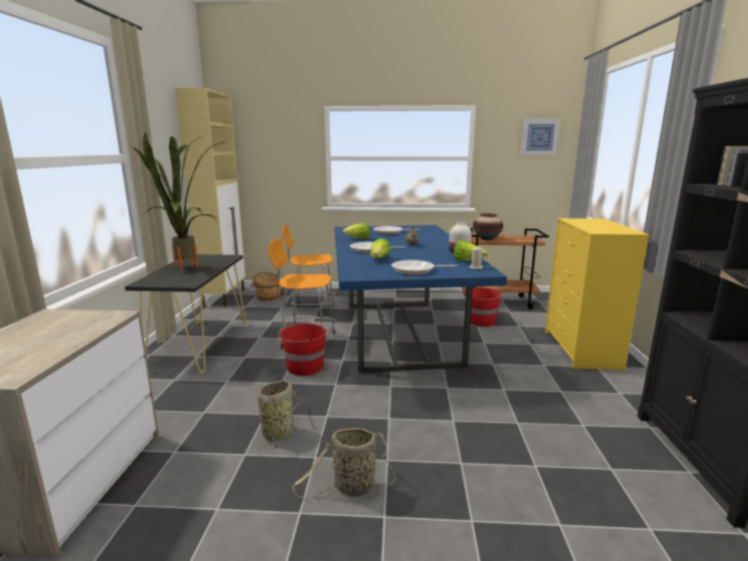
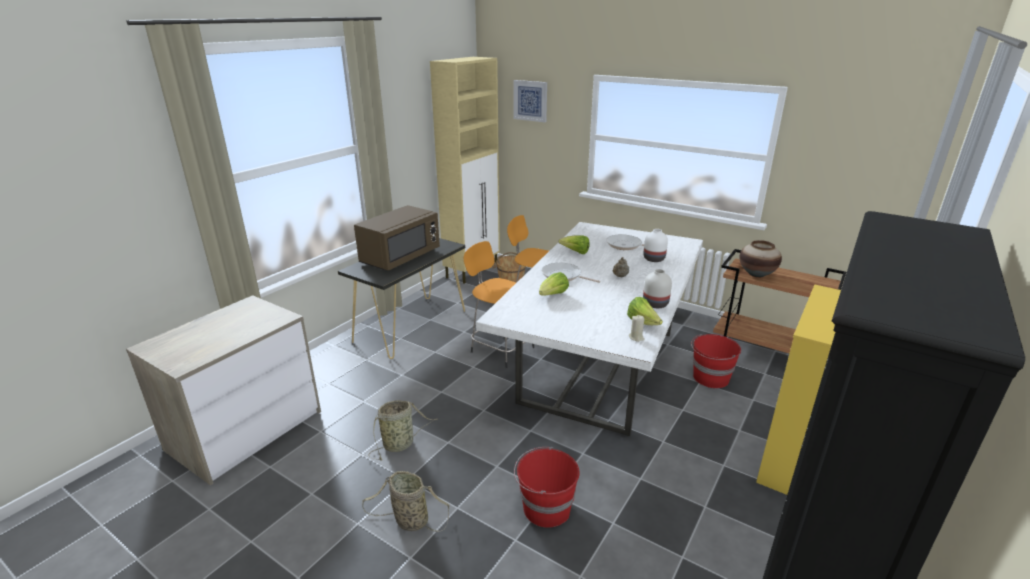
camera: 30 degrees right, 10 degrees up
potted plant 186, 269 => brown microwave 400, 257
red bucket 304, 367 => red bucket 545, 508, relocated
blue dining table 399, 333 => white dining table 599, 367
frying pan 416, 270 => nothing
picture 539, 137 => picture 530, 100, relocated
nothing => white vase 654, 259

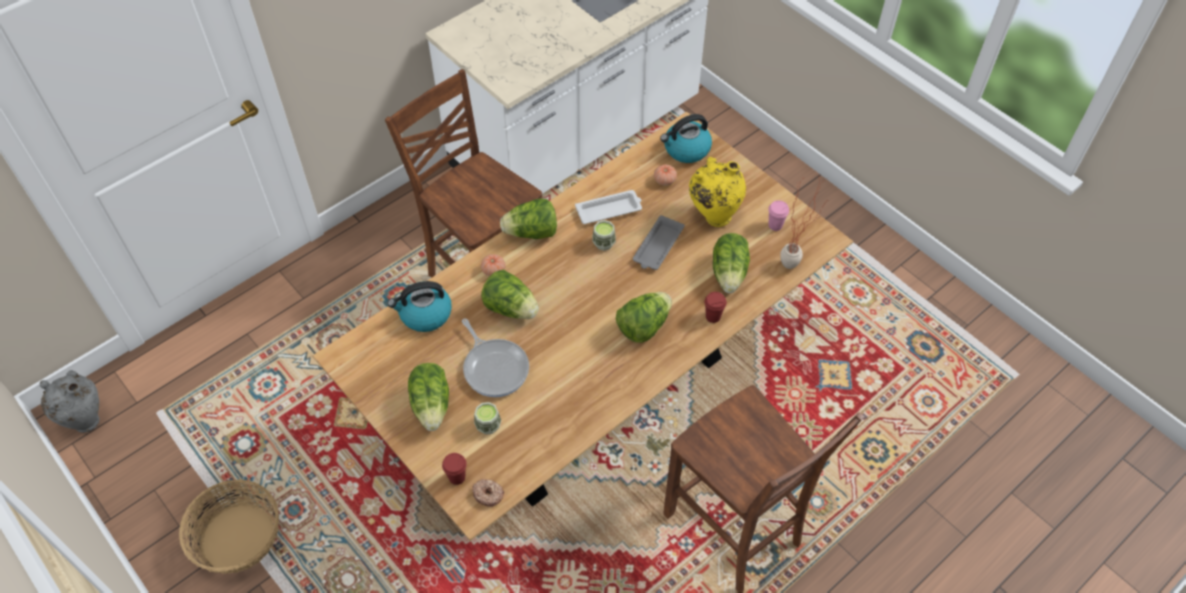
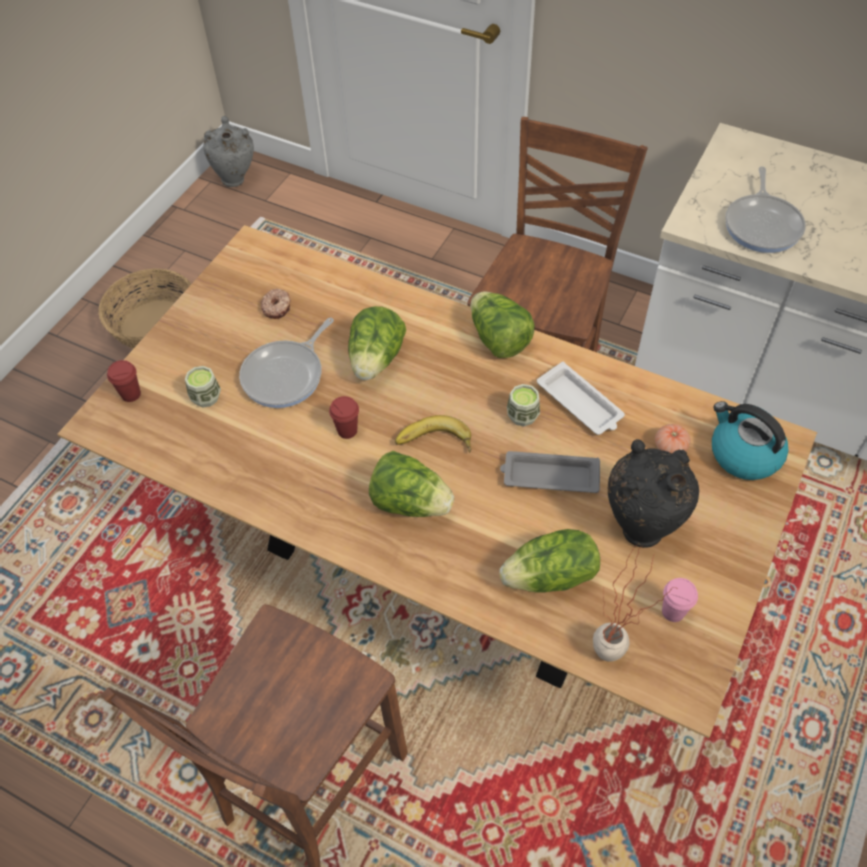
camera: 70 degrees right, 0 degrees up
kettle 425, 314 => nothing
lettuce 432, 404 => nothing
donut 488, 494 => donut 277, 307, relocated
tomato 493, 270 => nothing
yellow vase 713, 216 => black vase 641, 526
red cup 713, 316 => red cup 347, 430, relocated
nothing => banana 434, 443
nothing => frying pan 763, 225

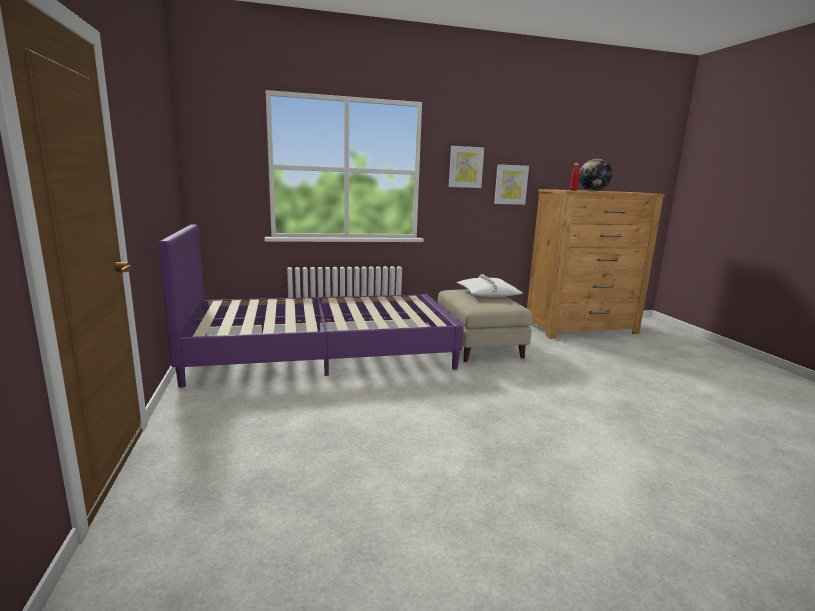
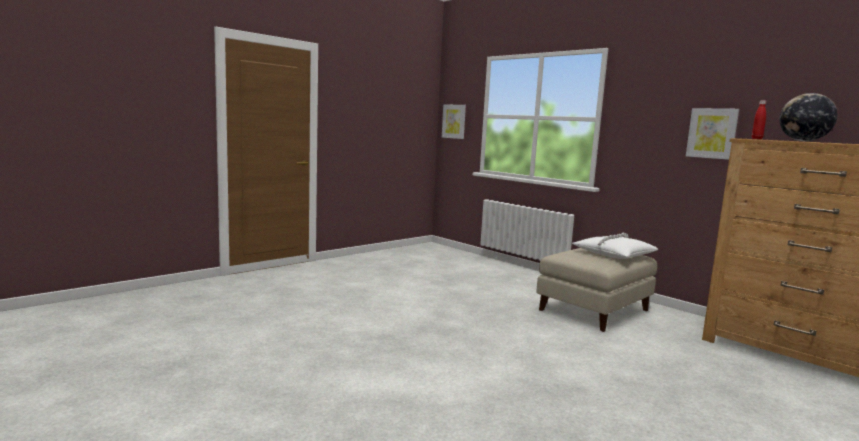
camera: 60 degrees right, 5 degrees down
purple bed 322, 354 => nothing
picture 465, 167 => picture 454, 121, relocated

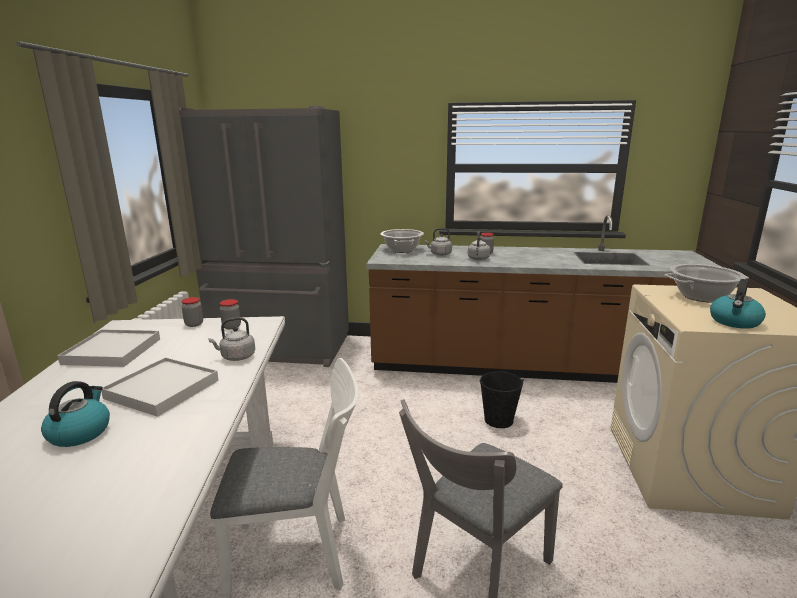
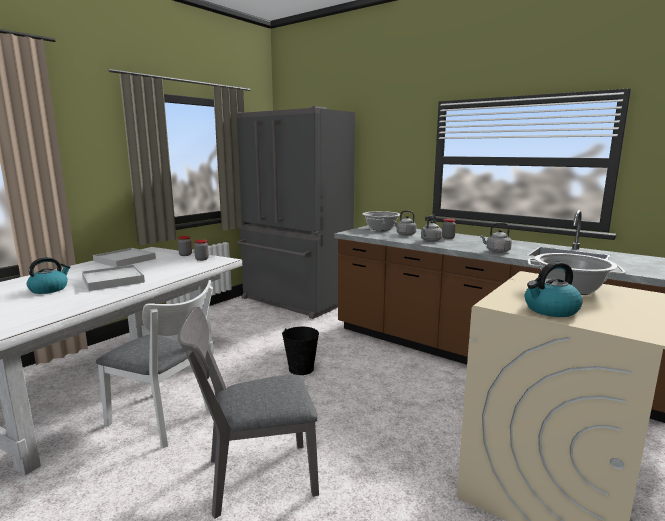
camera: 30 degrees right, 5 degrees down
grey kettle 236, 357 => grey kettle 496, 251, relocated
black bucket 498, 420 => black bucket 301, 369, relocated

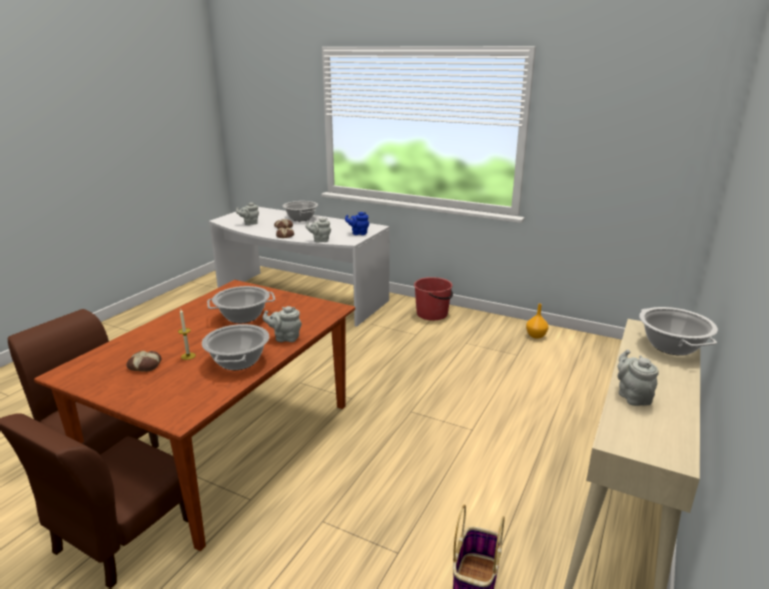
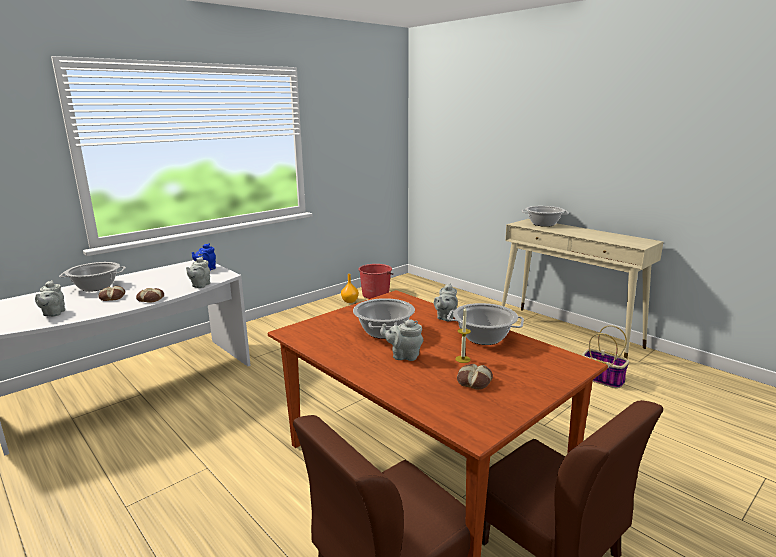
camera: 70 degrees left, 5 degrees down
red bucket 432, 314 => red bucket 376, 294, relocated
grey teapot 632, 396 => grey teapot 403, 356, relocated

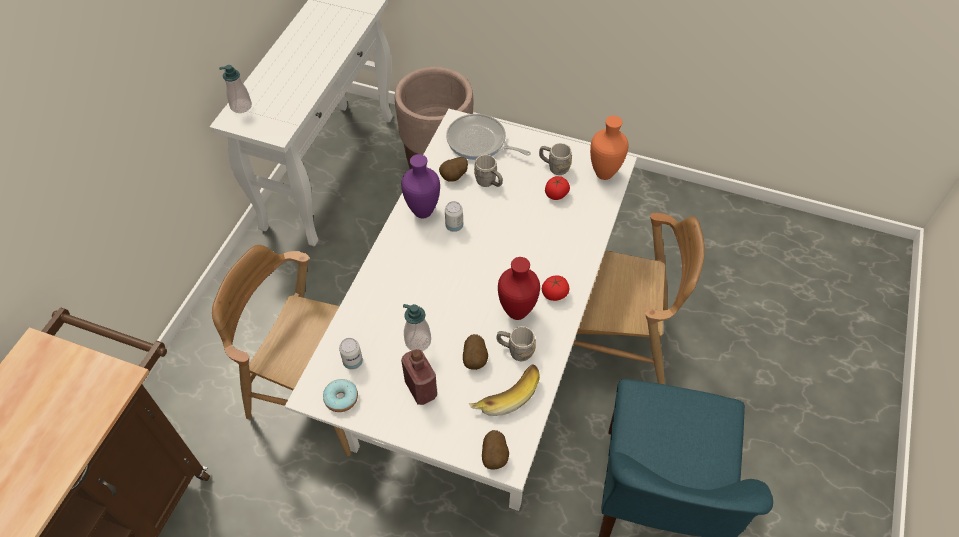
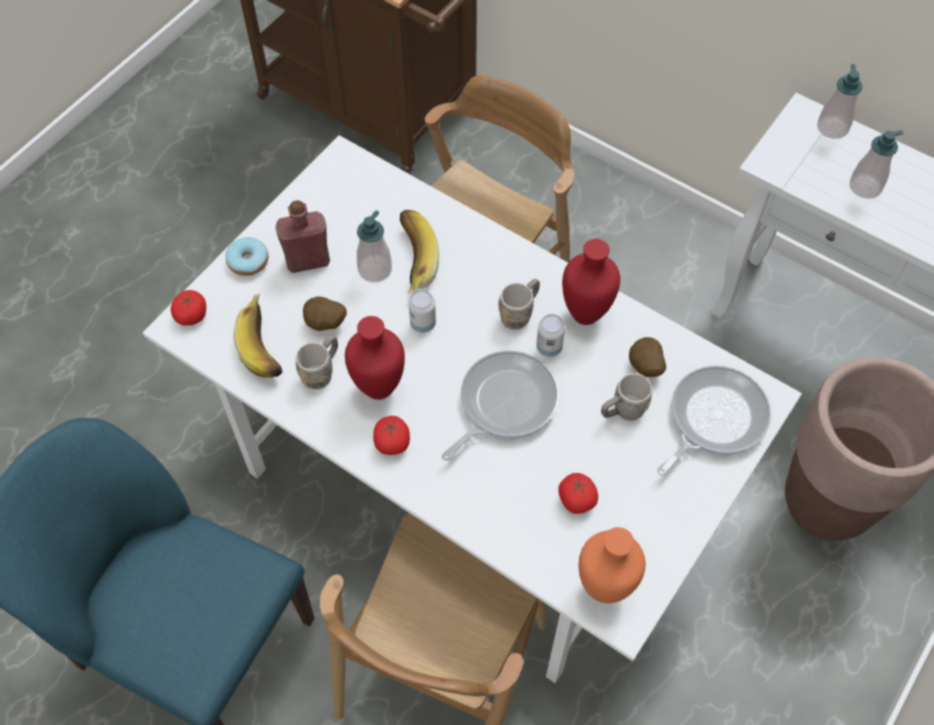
camera: 105 degrees right, 5 degrees up
donut 341, 398 => donut 248, 261, relocated
can 353, 362 => can 423, 323, relocated
purple vase 424, 212 => red vase 584, 316
potato 495, 456 => tomato 191, 315
grey mug 554, 167 => grey mug 520, 313, relocated
nothing => banana 410, 260
nothing => frying pan 504, 403
nothing => soap dispenser 865, 187

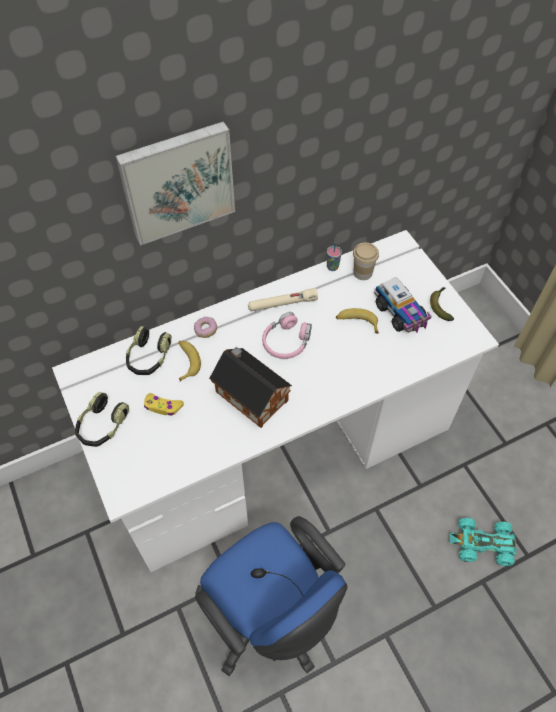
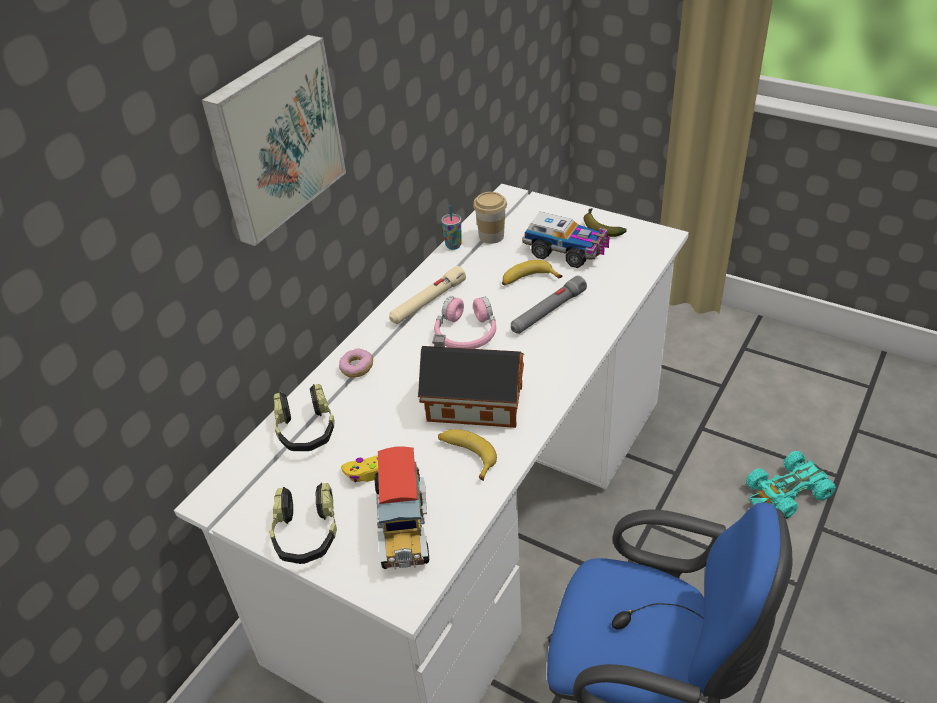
camera: 30 degrees left, 15 degrees down
banana 186, 361 => banana 466, 455, relocated
nothing => toy truck 403, 530
nothing => grey flashlight 548, 312

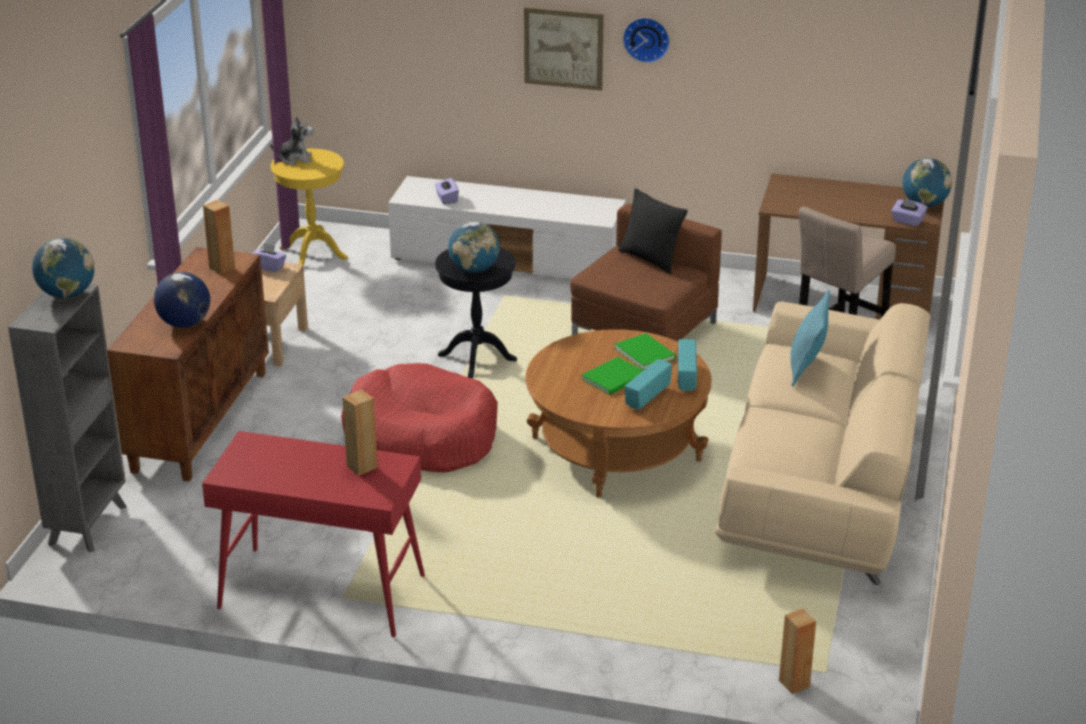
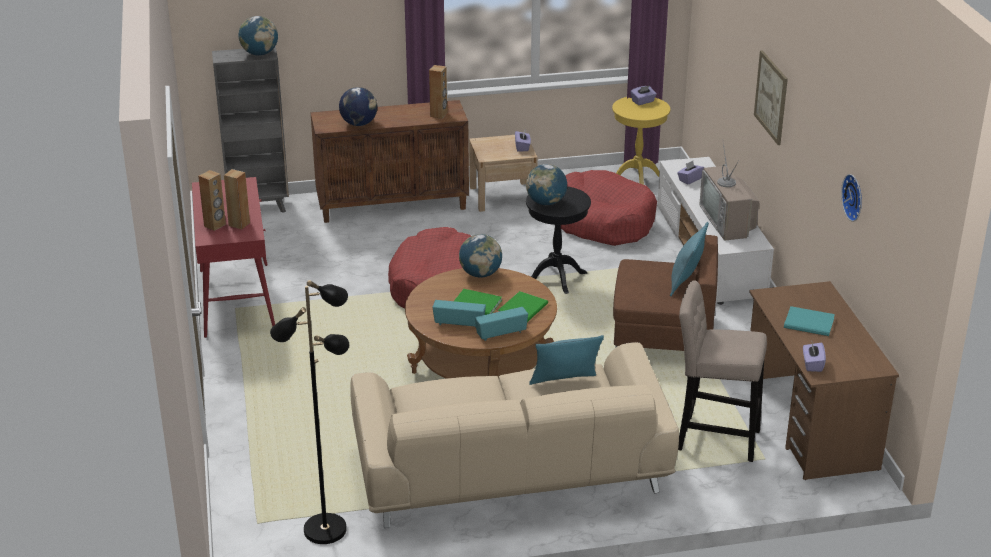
camera: 65 degrees right, 0 degrees up
plush toy 295, 159 => purple tissue box 643, 101
black pillow 650, 259 => turquoise pillow 686, 282
wall clock 647, 38 => wall clock 855, 197, relocated
brown speaker 794, 683 => brown speaker 215, 225, relocated
globe 924, 204 => globe 480, 274, relocated
nothing => black floor lamp 325, 529
nothing => red dog bed 601, 221
nothing => television 728, 221
nothing => turquoise book 810, 324

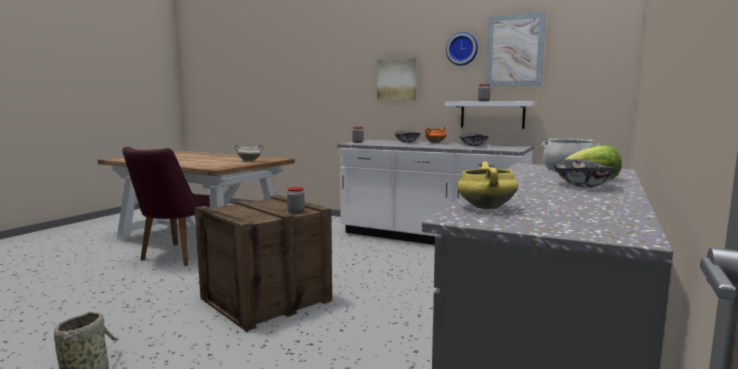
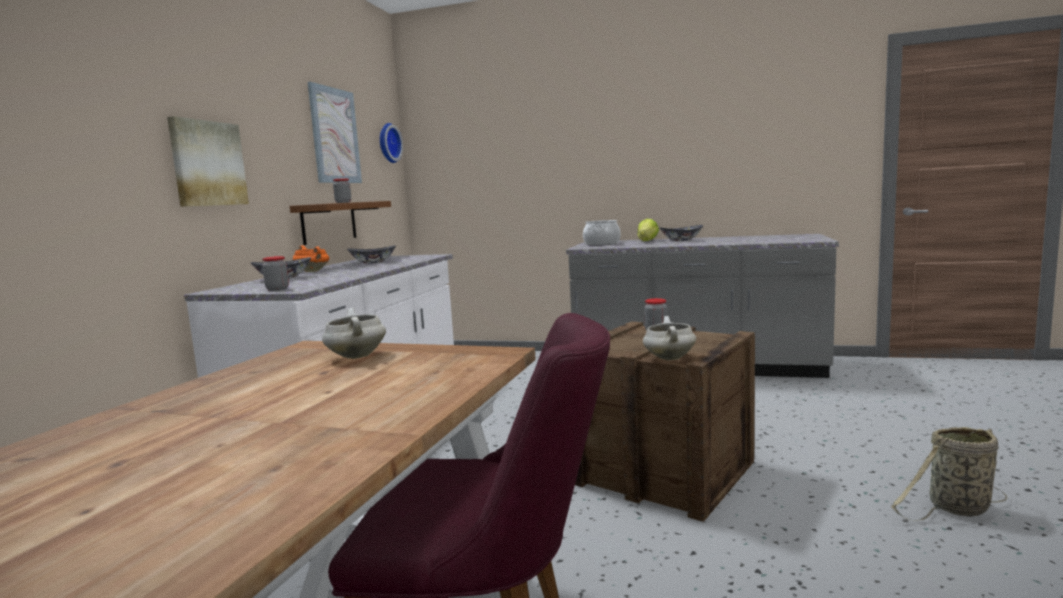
camera: 100 degrees left, 0 degrees up
white shelf 492, 114 => brown shelf 329, 222
wall clock 462, 49 => wall clock 388, 143, relocated
yellow cooking pot 485, 207 => nothing
nothing => white cooking pot 668, 358

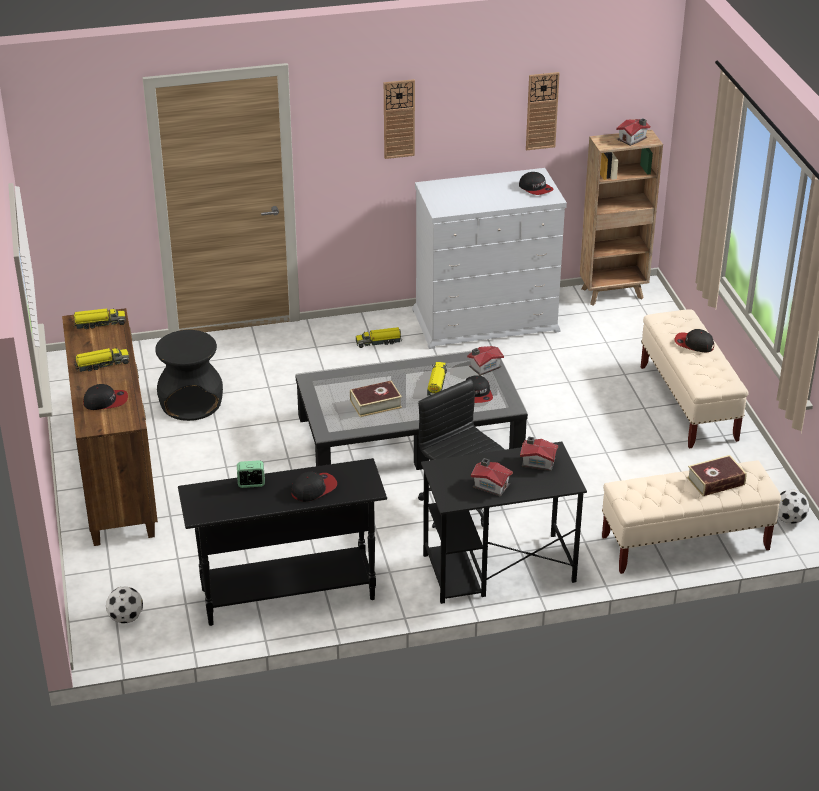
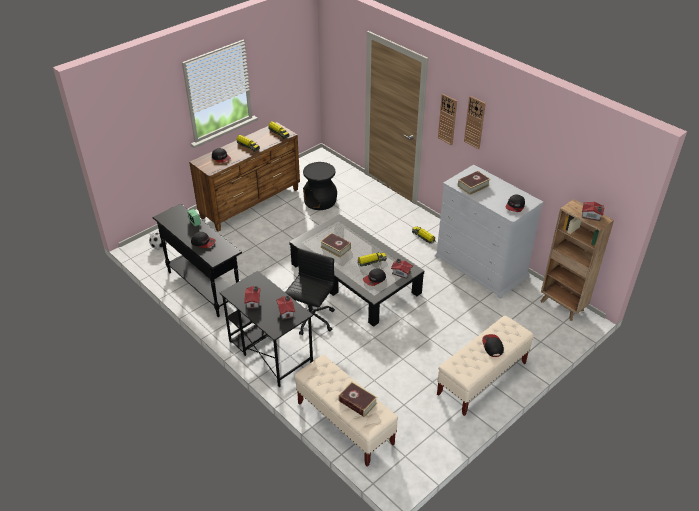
camera: 60 degrees right, 5 degrees up
wall clock 542, 111 => wall clock 447, 119, relocated
football 789, 519 => nothing
nothing => book 473, 186

